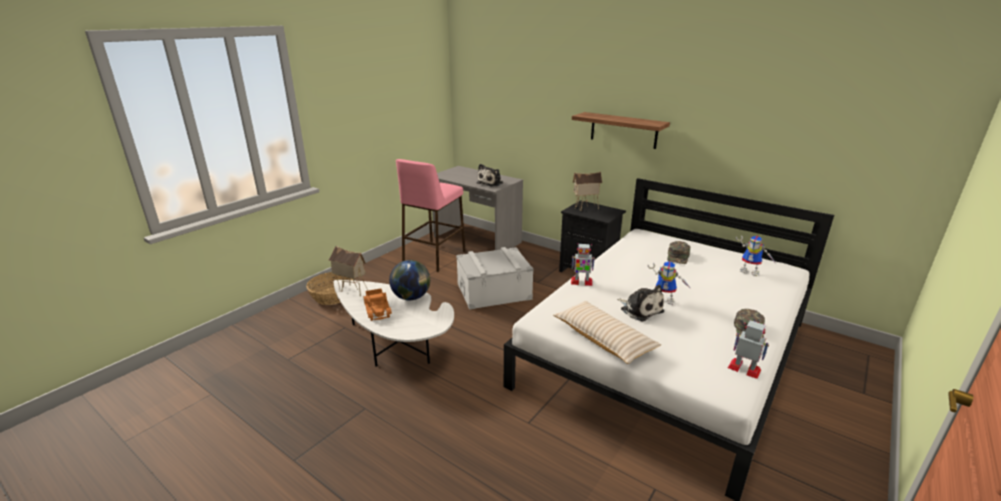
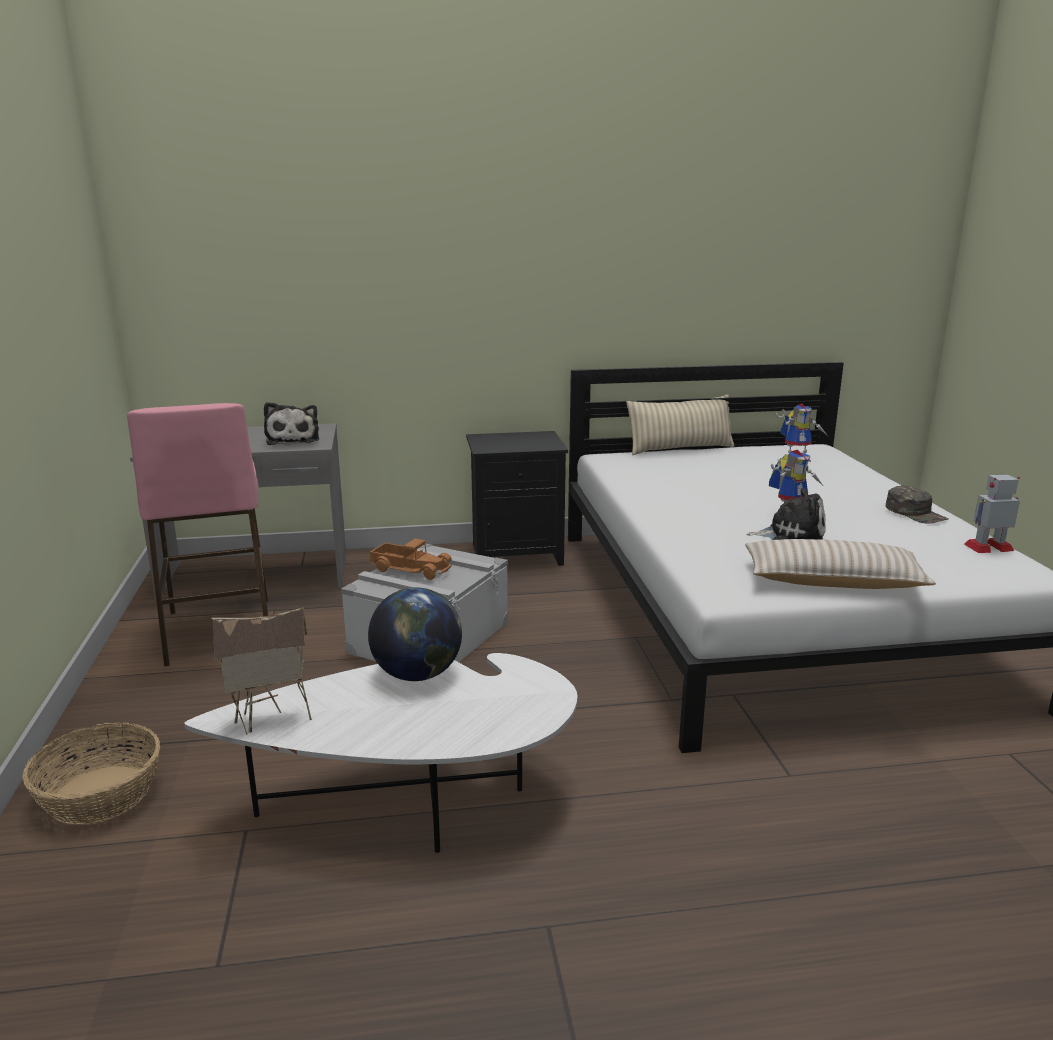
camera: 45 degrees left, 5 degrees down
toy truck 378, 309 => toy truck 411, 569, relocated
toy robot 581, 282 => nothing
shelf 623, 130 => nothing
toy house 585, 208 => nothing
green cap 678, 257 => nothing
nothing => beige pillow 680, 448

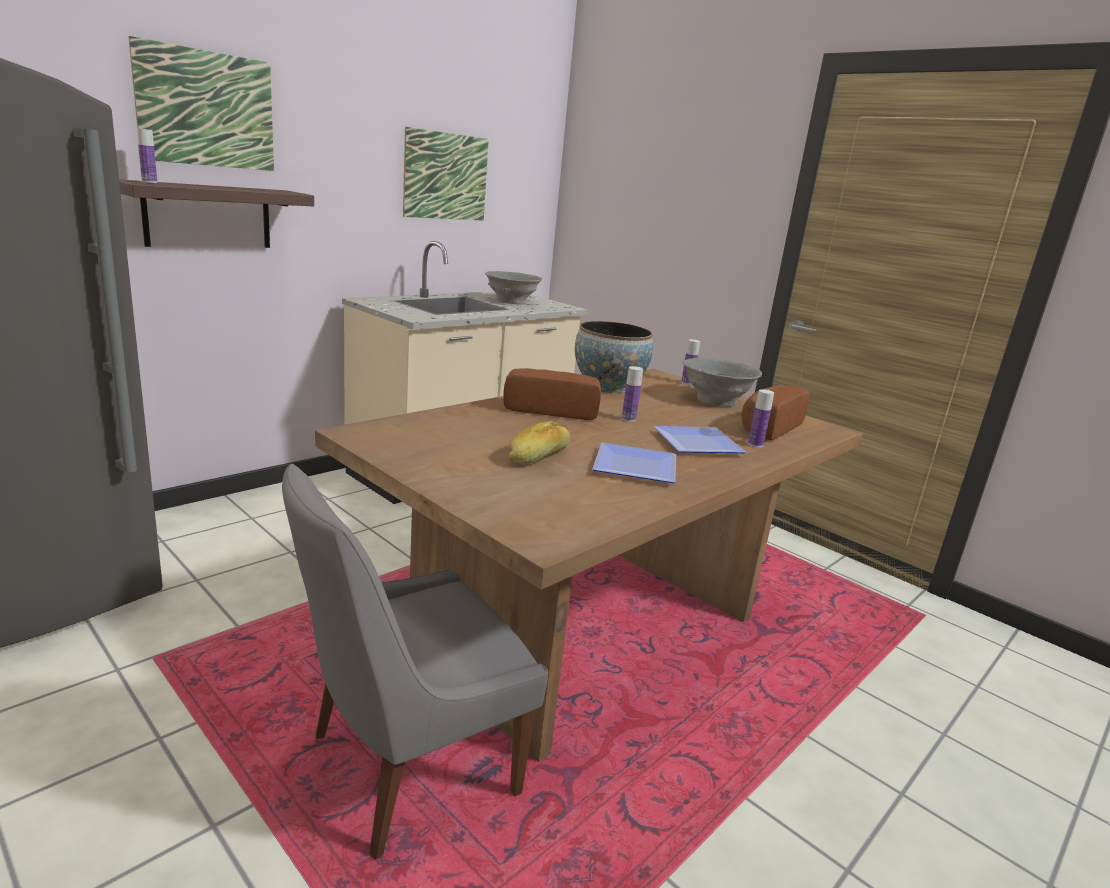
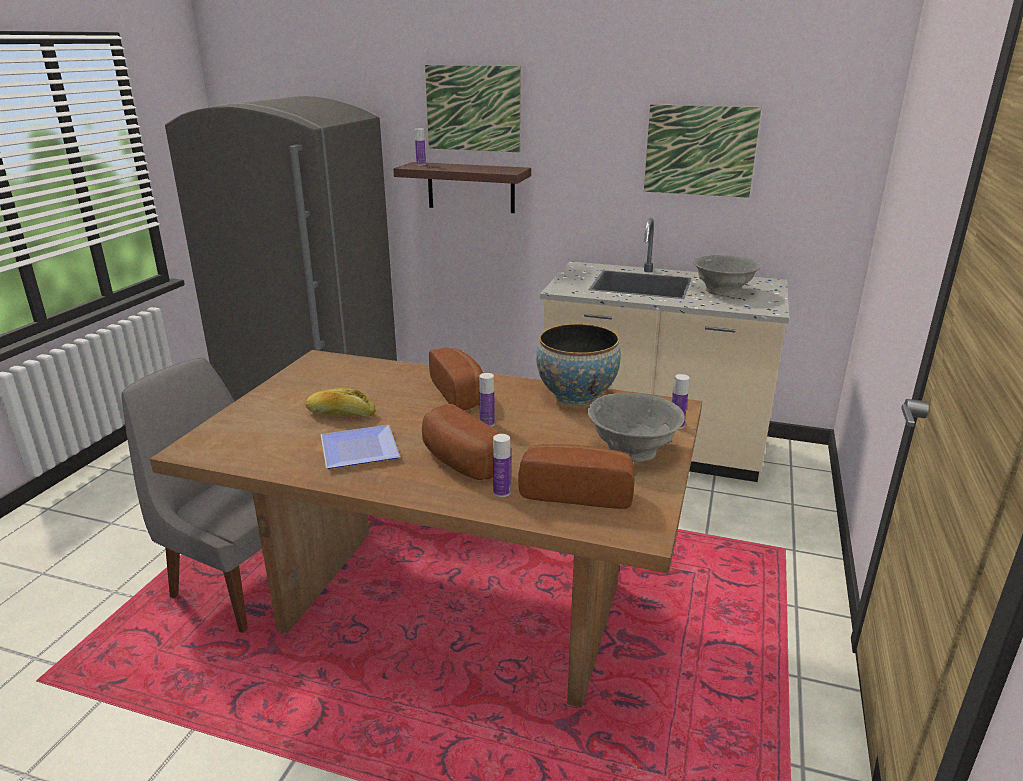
camera: 65 degrees right, 5 degrees up
plate 694, 443 => bread 460, 462

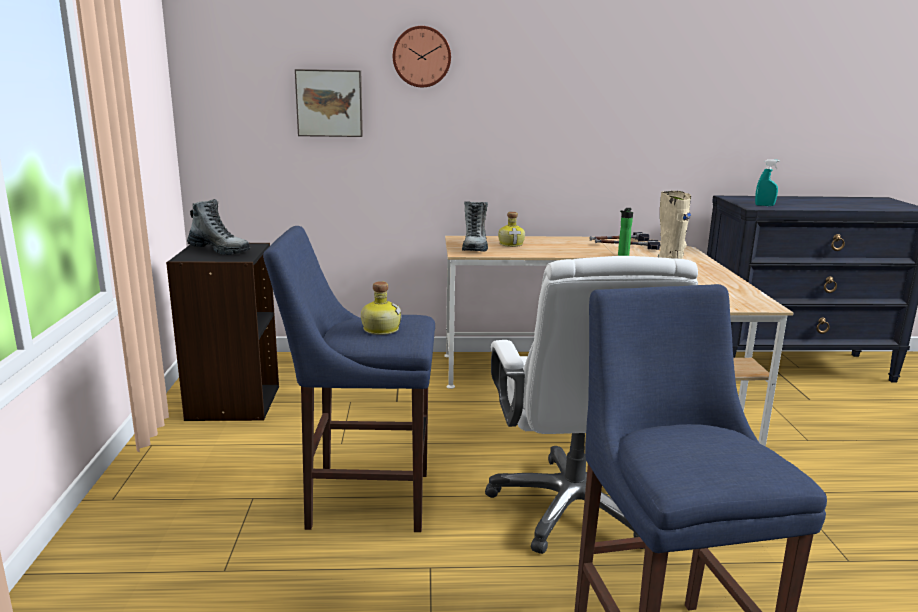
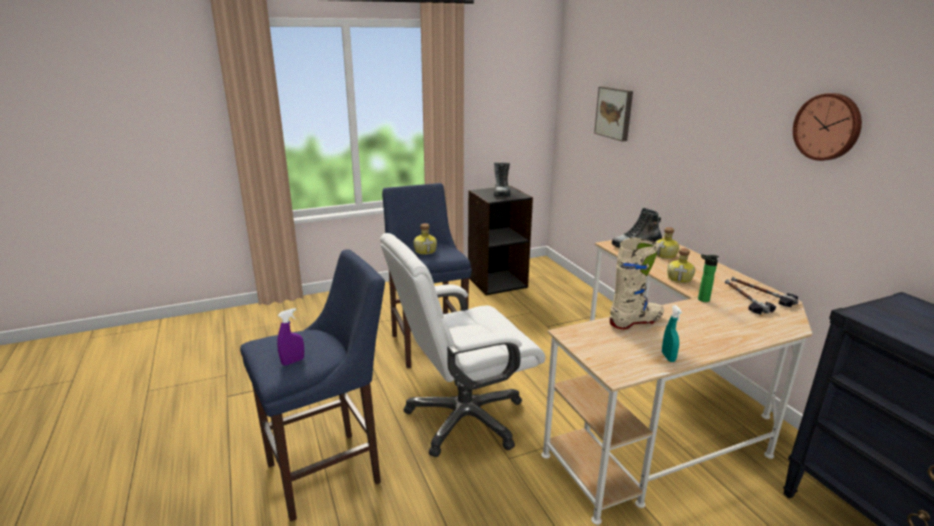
camera: 70 degrees right, 5 degrees up
wall clock 421, 57 => wall clock 828, 127, relocated
turquoise spray bottle 764, 205 => turquoise spray bottle 668, 357, relocated
nothing => purple spray bottle 293, 361
nothing => bottle 680, 278

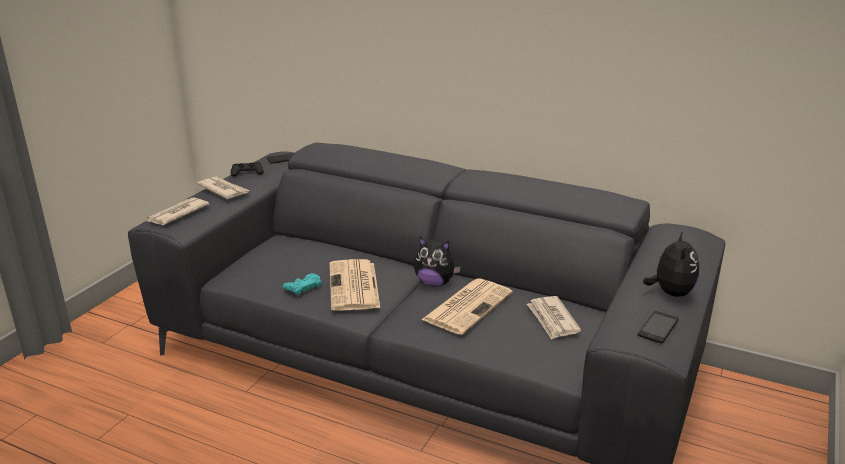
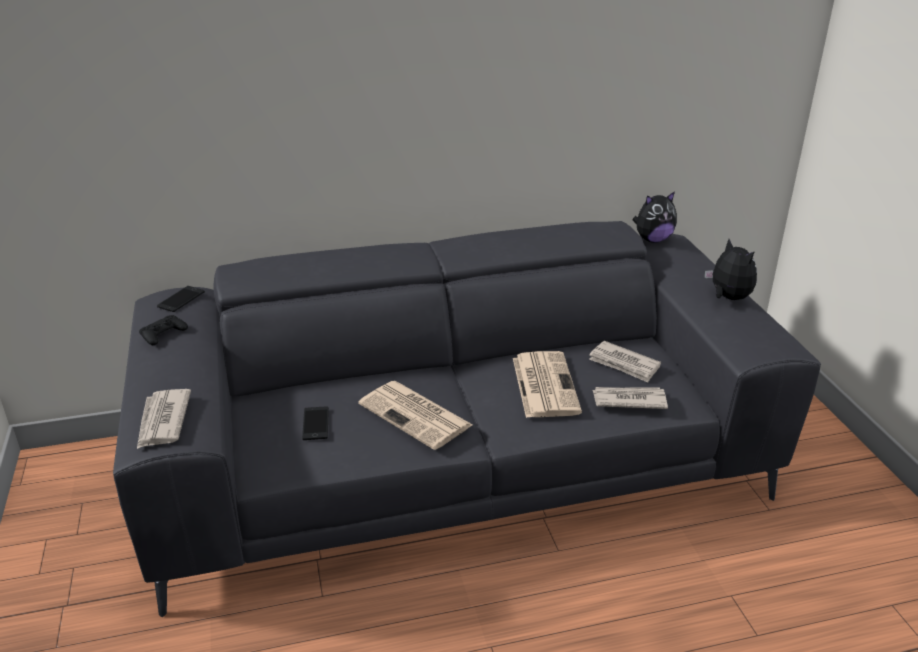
camera: 40 degrees left, 5 degrees up
newspaper 223, 190 => newspaper 628, 400, relocated
turquoise game controller 303, 287 => nothing
plush toy 435, 283 => plush toy 652, 239, relocated
phone 658, 327 => phone 315, 424, relocated

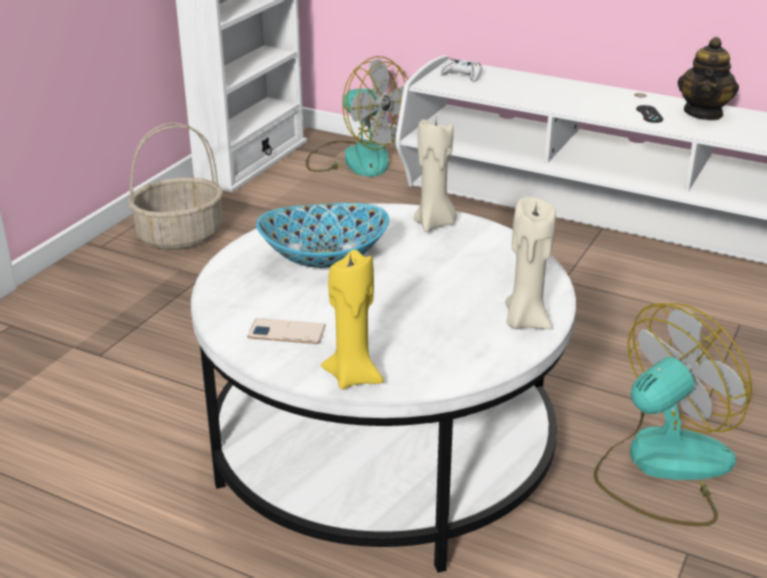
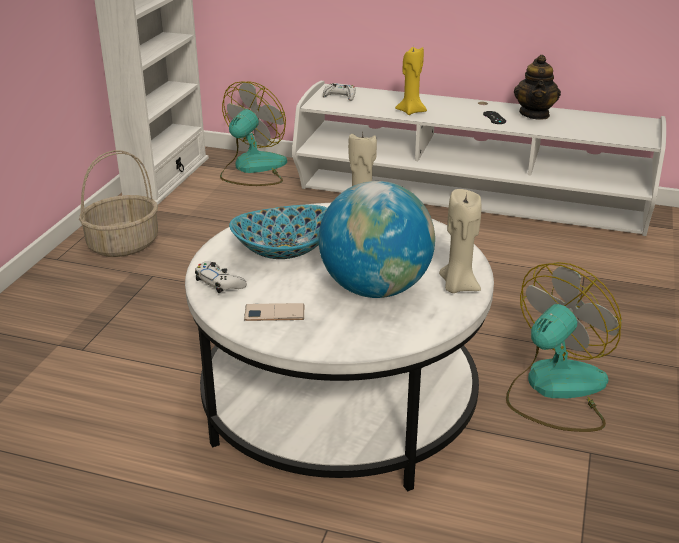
camera: 10 degrees left, 0 degrees up
fan 355, 158 => fan 252, 169, 90 degrees counterclockwise
yellow candle 353, 376 => yellow candle 410, 111, relocated
nothing => white game controller 219, 283
nothing => globe 375, 289

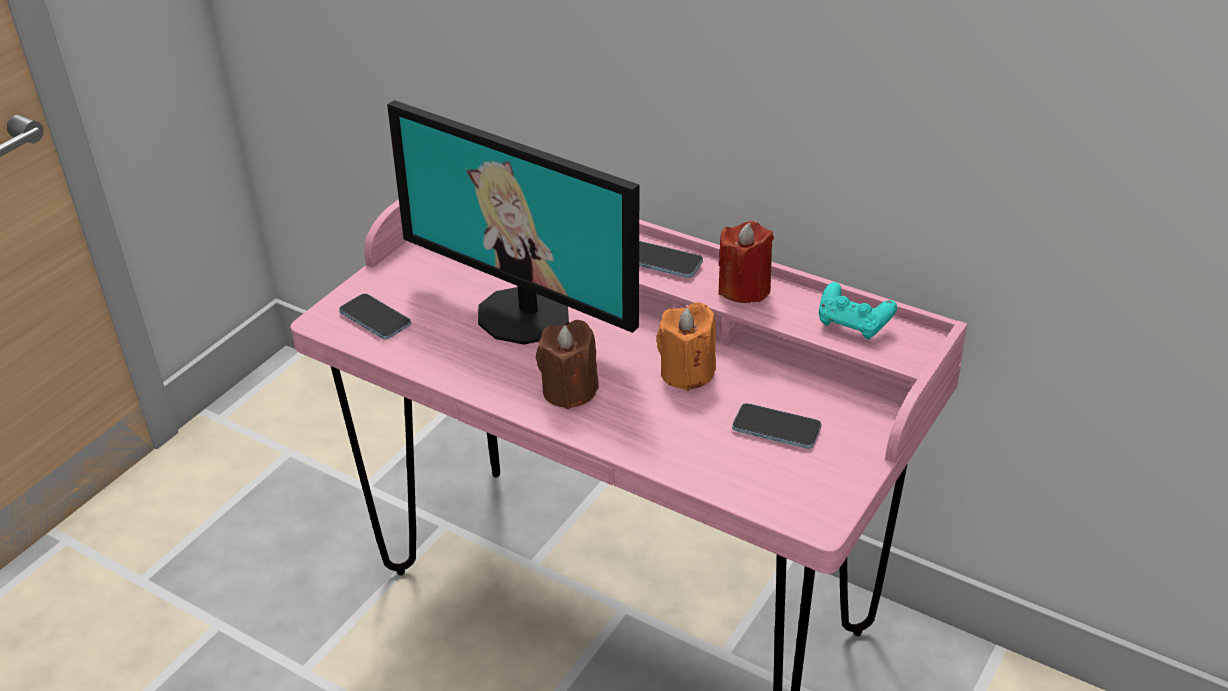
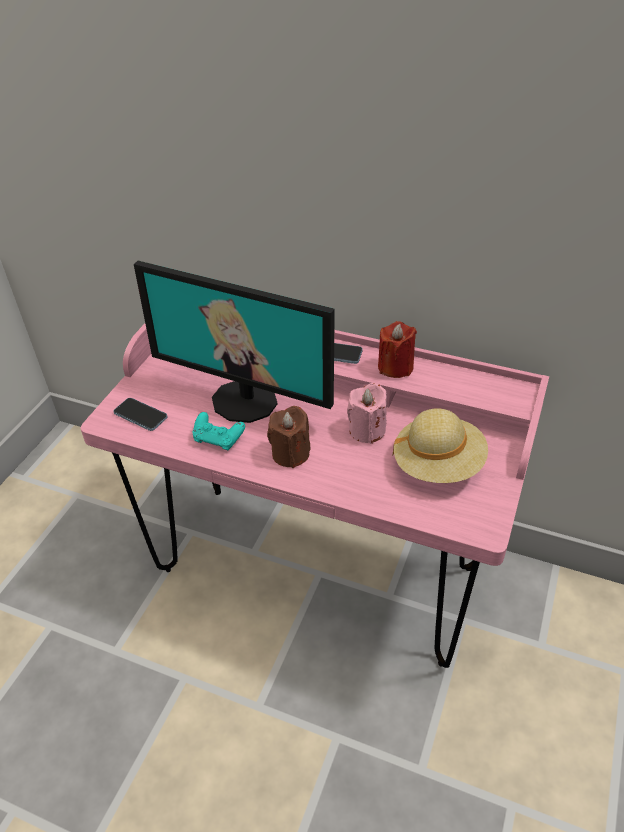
camera: 10 degrees left, 5 degrees up
orange candle 687, 372 => pink candle 367, 430
phone 776, 428 => beige hat 438, 464
turquoise game controller 853, 324 => turquoise game controller 218, 439, relocated

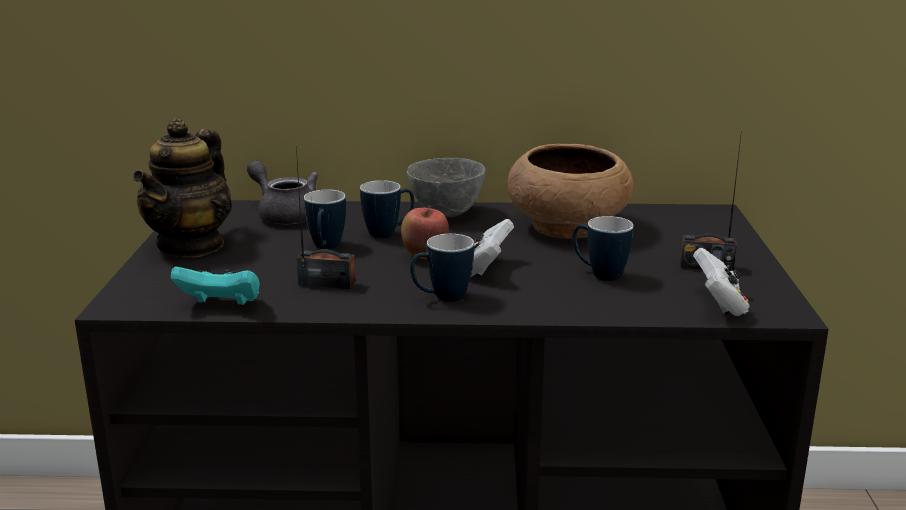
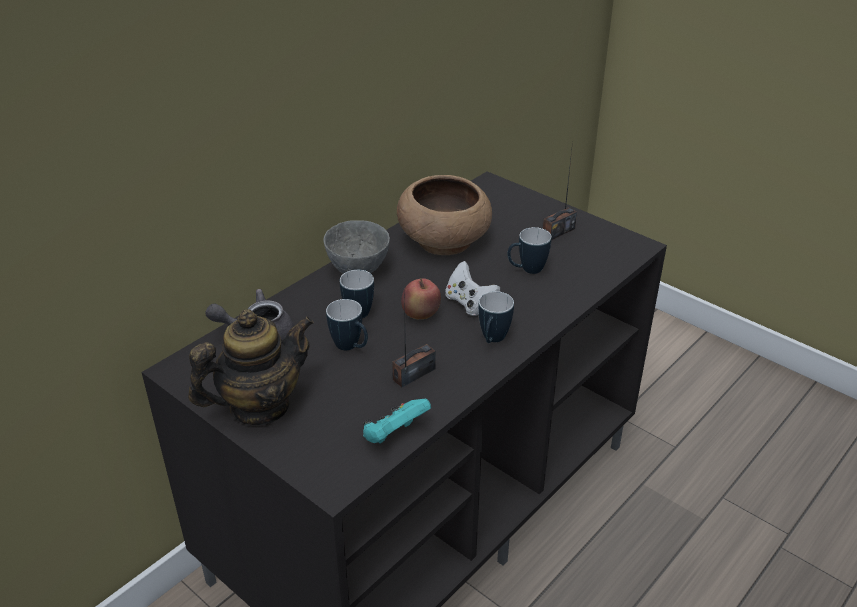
camera: 50 degrees left, 15 degrees up
teapot 191, 245 => teapot 259, 406, 90 degrees counterclockwise
white game controller 719, 305 => nothing

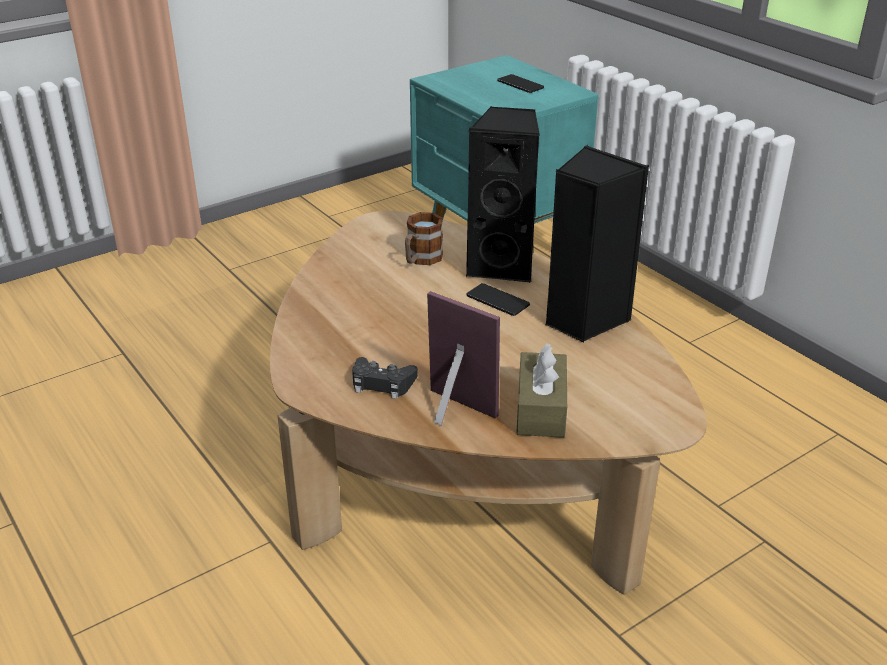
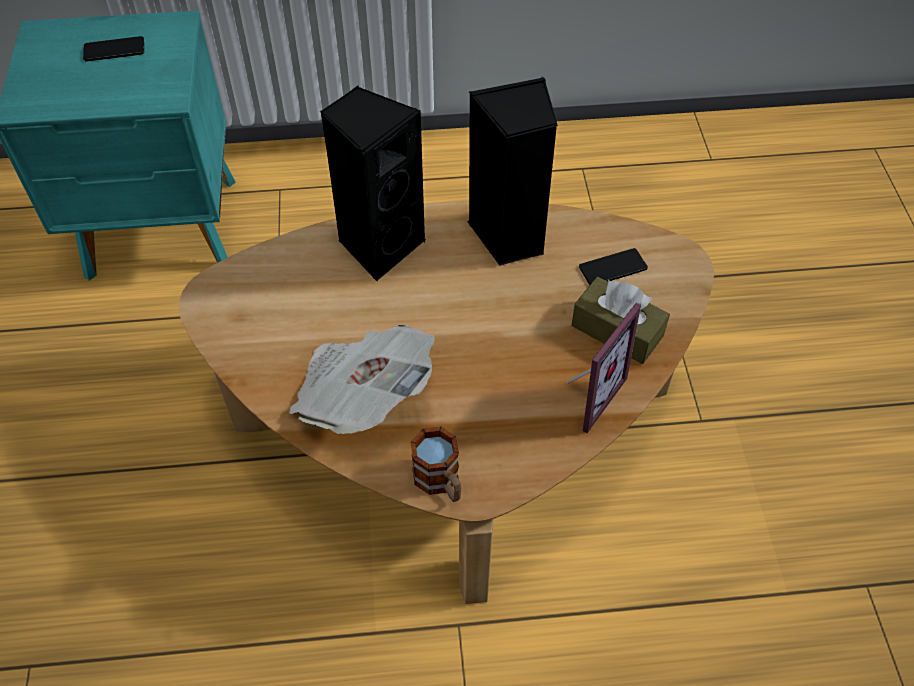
camera: 60 degrees left, 20 degrees up
black game controller 382, 383 => nothing
mug 421, 260 => mug 441, 482, relocated
picture frame 452, 413 => picture frame 587, 394, 150 degrees clockwise
phone 497, 300 => phone 613, 268, relocated
nothing => newspaper 363, 396

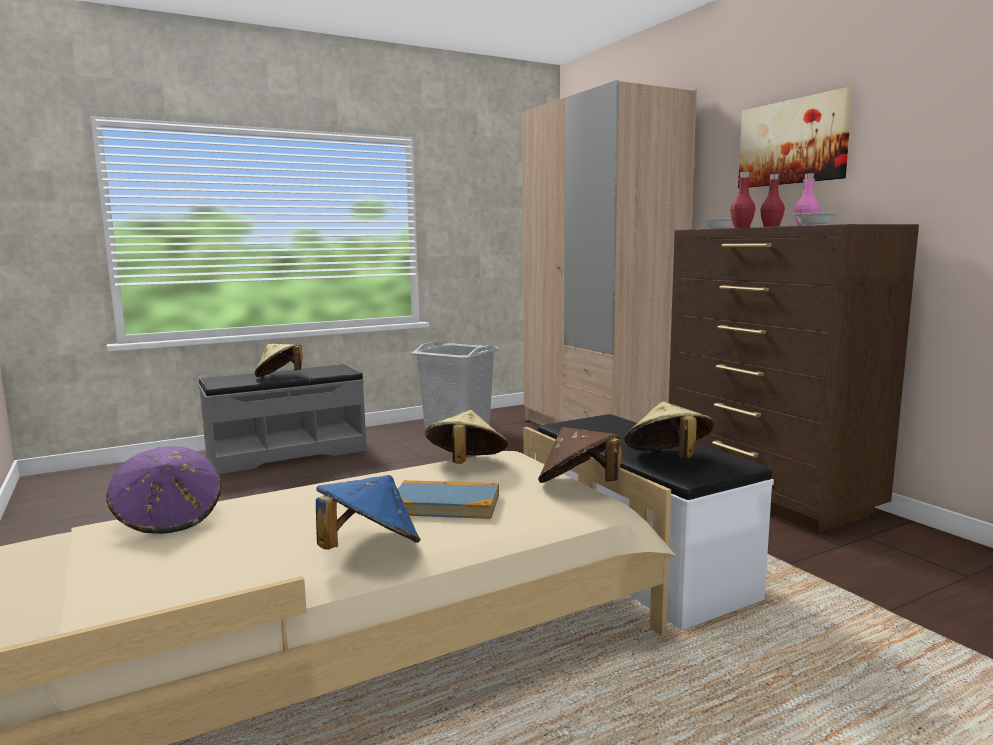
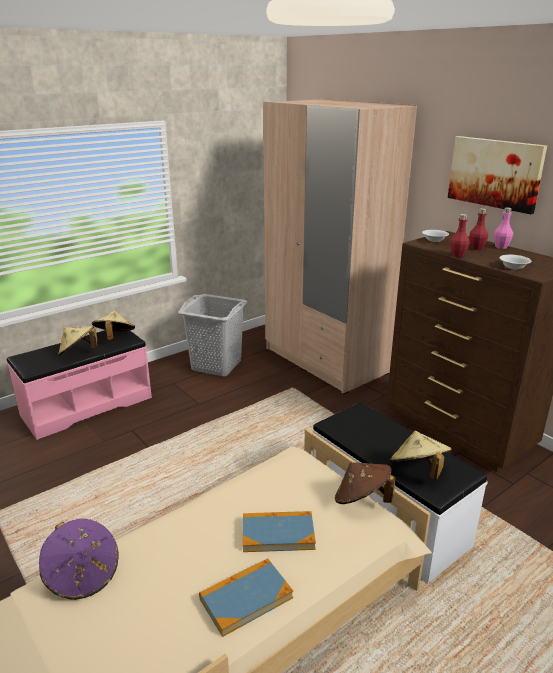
camera: 10 degrees left, 15 degrees up
grey bench 287, 453 => pink bench 87, 406
blue hat 369, 549 => book 246, 598
beige hat 466, 464 => beige hat 114, 337, relocated

